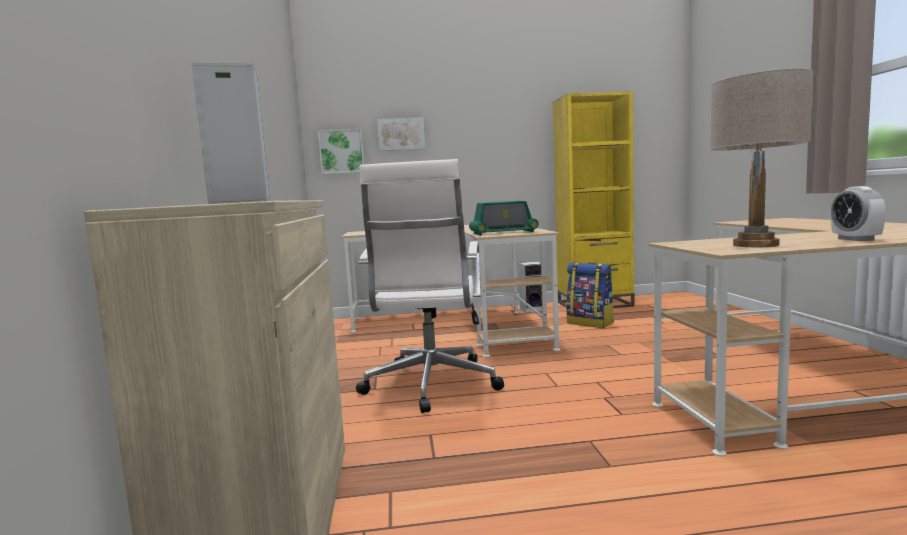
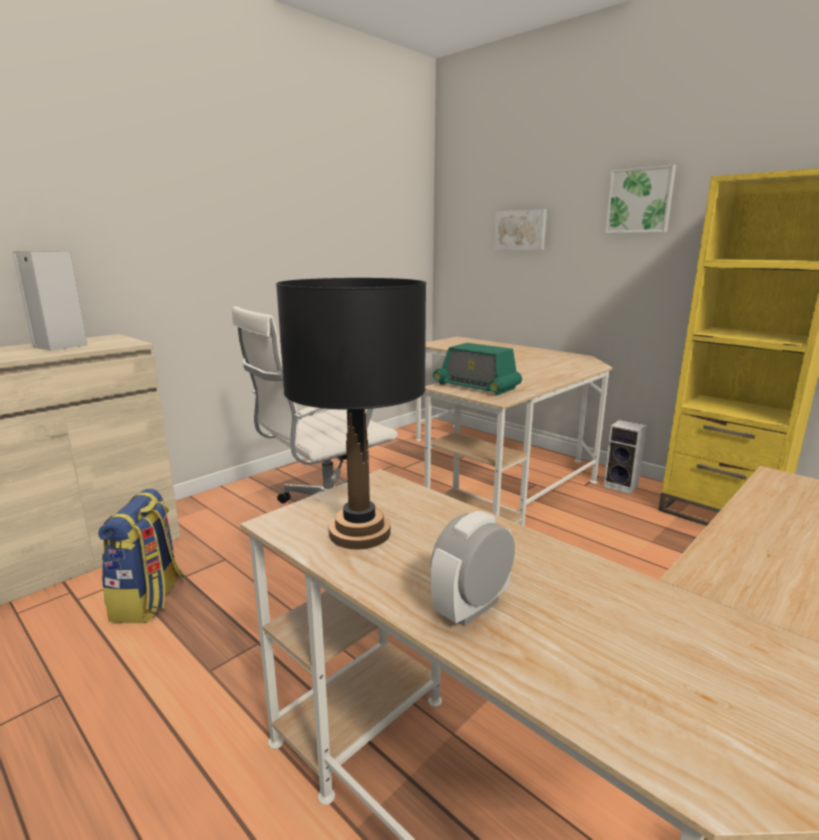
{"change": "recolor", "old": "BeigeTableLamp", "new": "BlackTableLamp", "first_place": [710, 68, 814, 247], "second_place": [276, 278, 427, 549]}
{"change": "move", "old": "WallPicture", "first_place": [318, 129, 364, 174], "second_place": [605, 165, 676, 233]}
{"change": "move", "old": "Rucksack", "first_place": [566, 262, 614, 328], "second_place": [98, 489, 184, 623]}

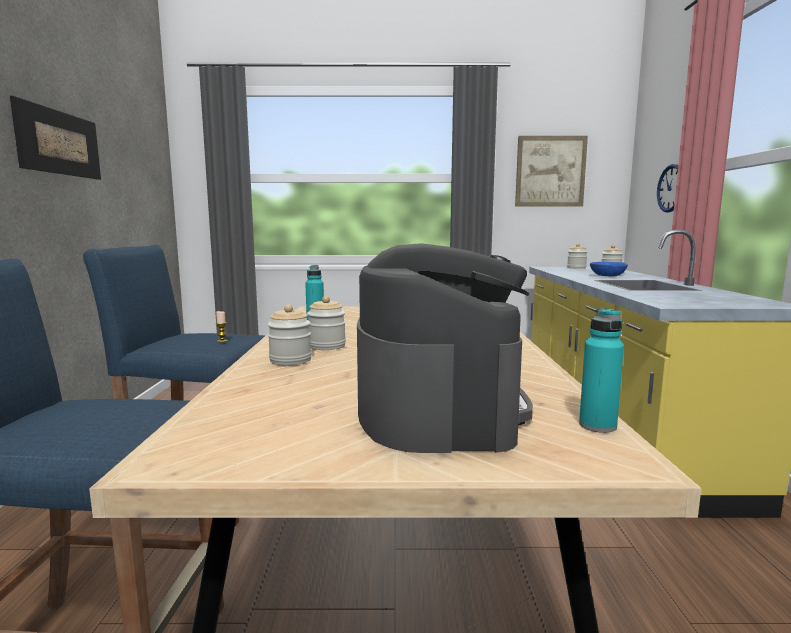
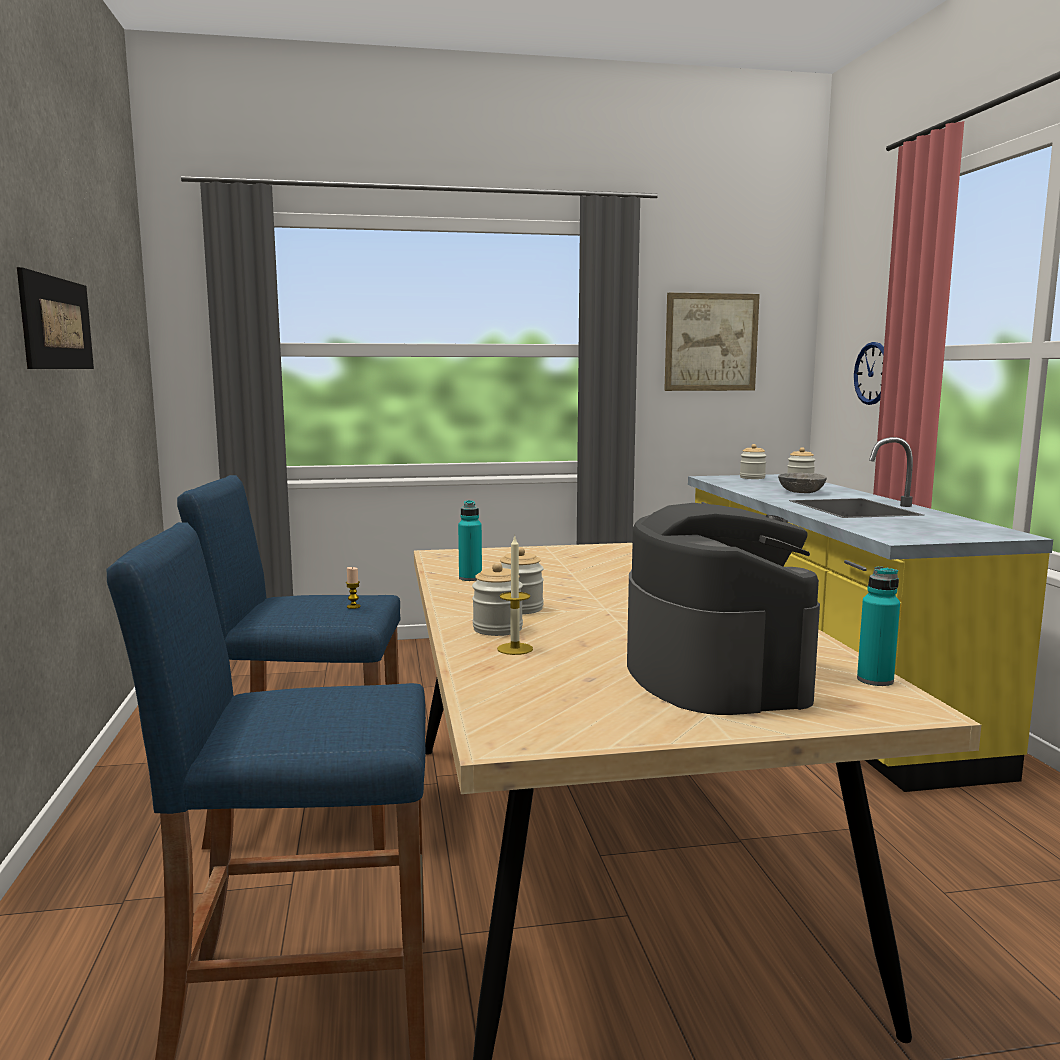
{"change": "recolor", "old": "BluishDeepDish", "new": "GreyishDeepDish", "first_place": [590, 262, 628, 277], "second_place": [778, 473, 827, 493]}
{"change": "insert", "new": "WaxLight", "second_place": [497, 537, 533, 655]}

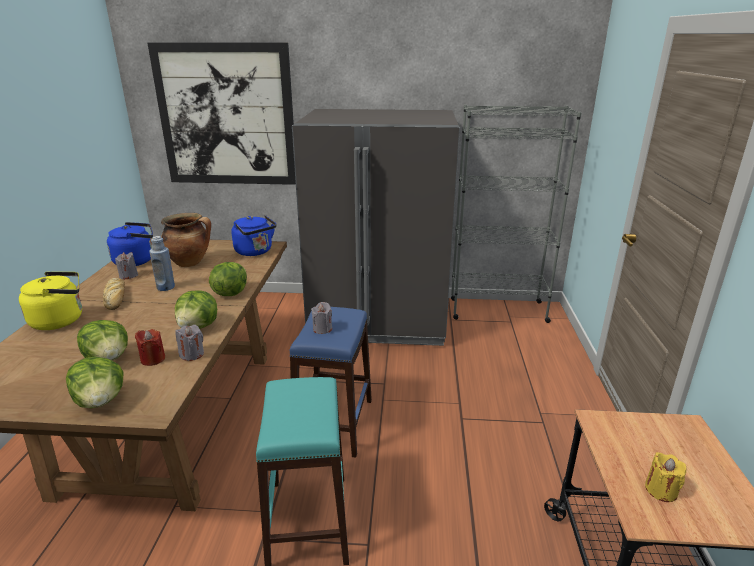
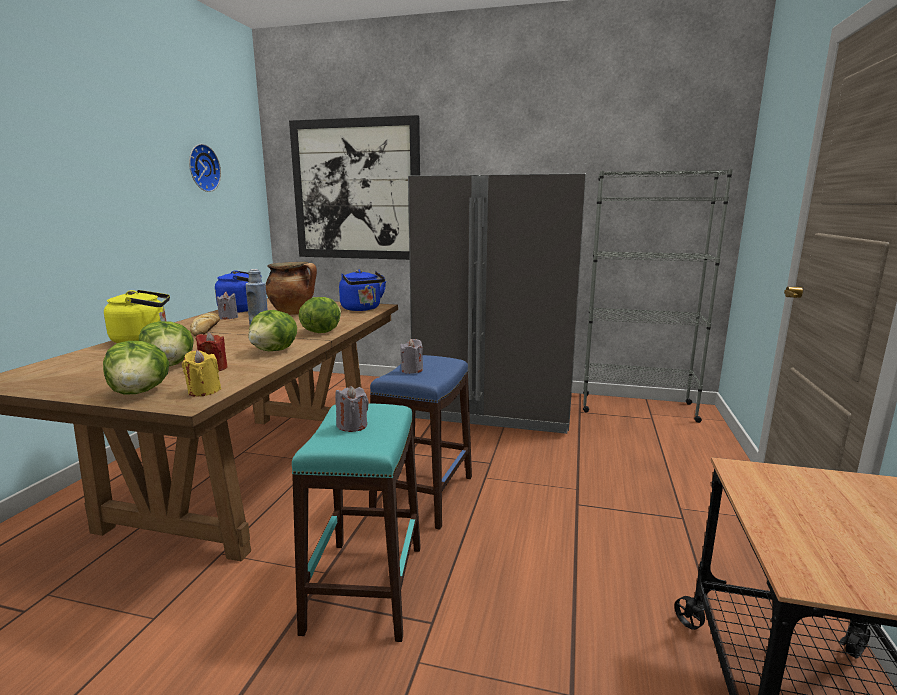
{"change": "move", "old": "GreyishWaxLight", "first_place": [175, 325, 204, 361], "second_place": [335, 386, 369, 432]}
{"change": "move", "old": "YellowWaxLight", "first_place": [645, 452, 686, 502], "second_place": [182, 350, 221, 396]}
{"change": "insert", "new": "WallClock", "second_place": [189, 144, 221, 192]}

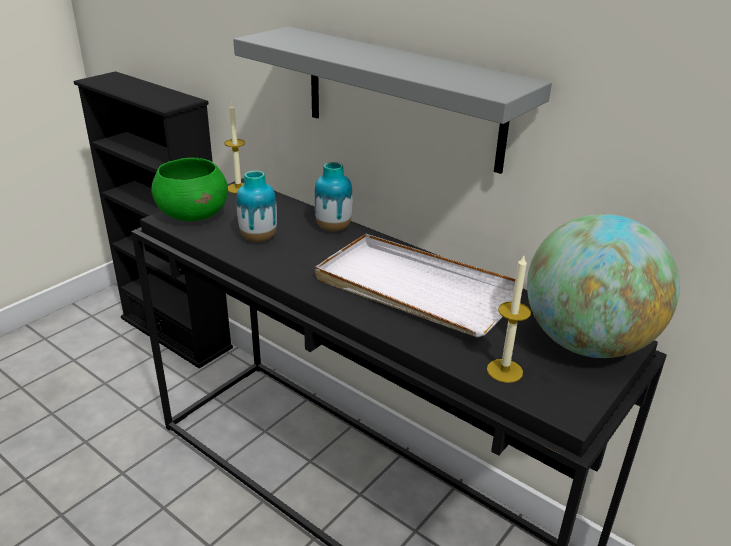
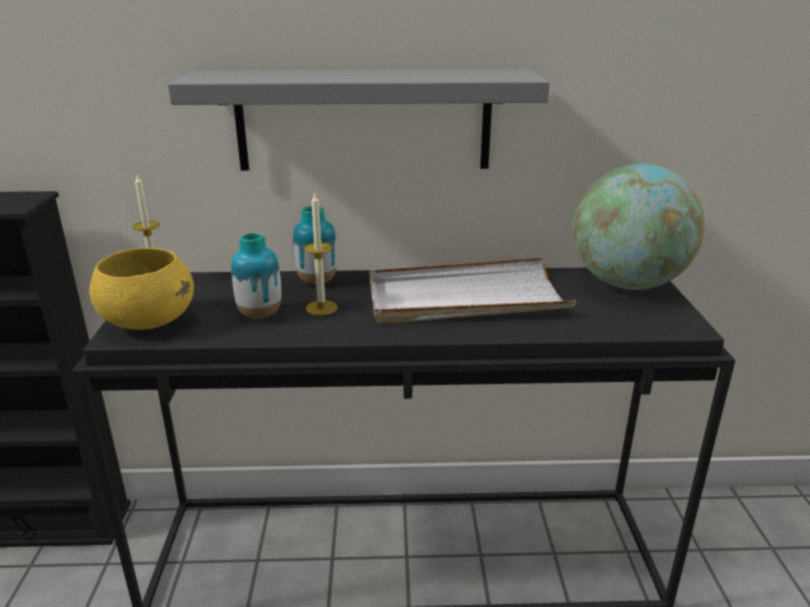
{"change": "recolor", "old": "GreenColouredDeepDish", "new": "YellowDeepDish", "first_place": [151, 158, 228, 221], "second_place": [89, 248, 194, 330]}
{"change": "move", "old": "WaxLight", "first_place": [487, 255, 531, 383], "second_place": [304, 192, 338, 316]}

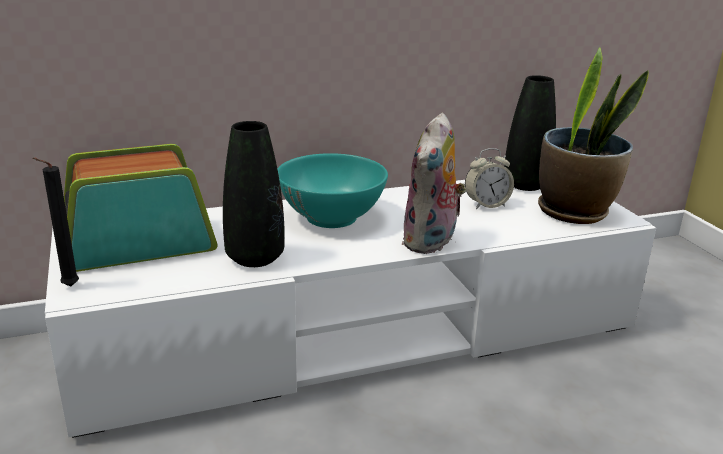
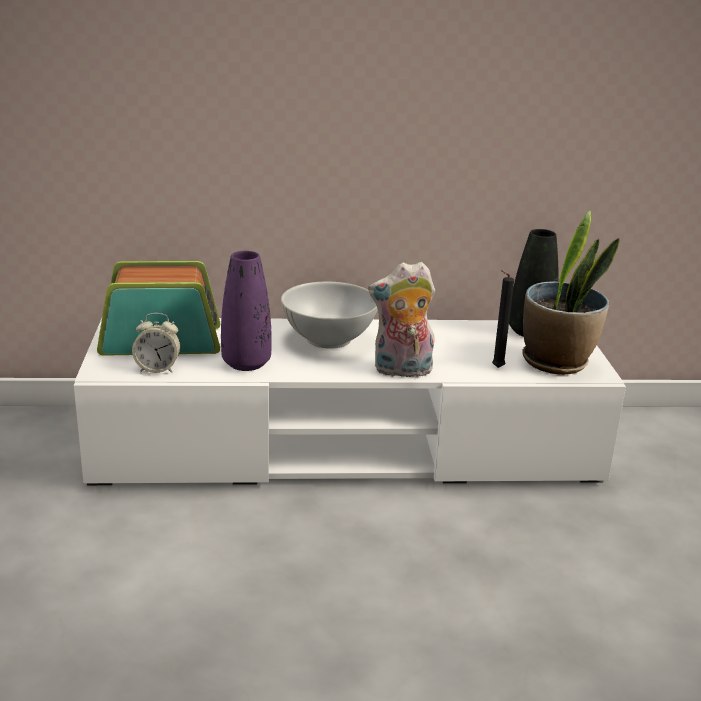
{"change": "rotate", "old": "SoftToy", "first_place": [402, 113, 466, 254], "second_place": [368, 262, 435, 377], "degrees": 45}
{"change": "recolor", "old": "BlackFlowerVase", "new": "PurpleColouredFlowerVase", "first_place": [223, 121, 285, 267], "second_place": [221, 251, 272, 371]}
{"change": "move", "old": "BedsideClock", "first_place": [465, 148, 514, 209], "second_place": [132, 313, 180, 373]}
{"change": "recolor", "old": "BlueGreenDeepDish", "new": "WhiteColouredDeepDish", "first_place": [278, 153, 388, 228], "second_place": [281, 282, 378, 349]}
{"change": "move", "old": "BlackWaxLight", "first_place": [32, 158, 79, 286], "second_place": [492, 270, 514, 368]}

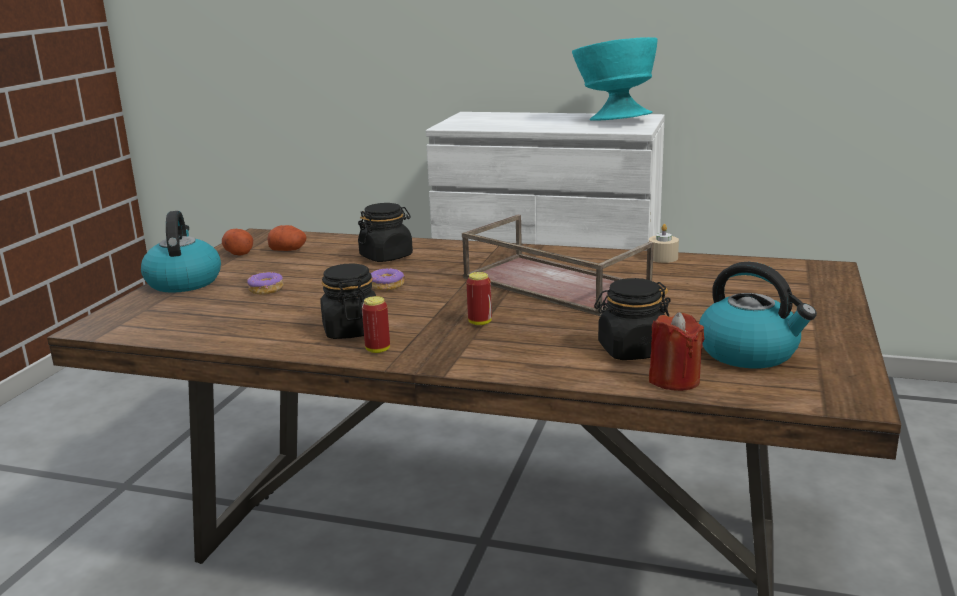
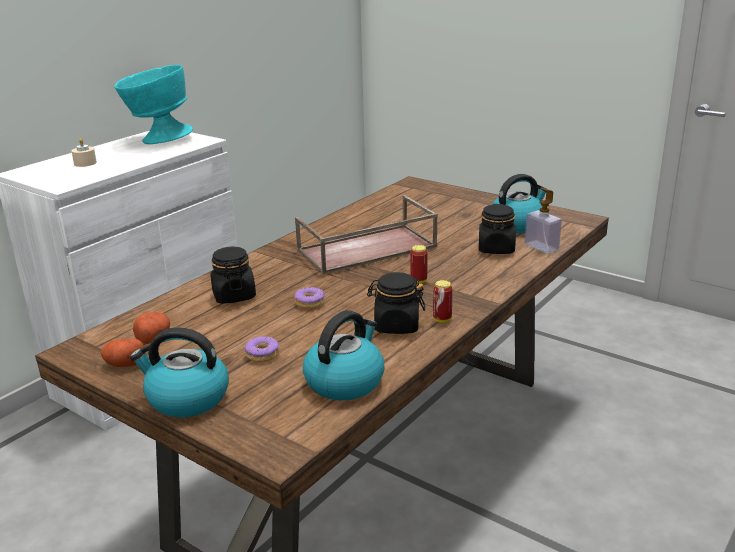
{"change": "move", "old": "BeigeWaxLight", "first_place": [649, 224, 679, 263], "second_place": [71, 138, 97, 167]}
{"change": "replace", "old": "RedColouredWaxLight", "new": "SoapBottle", "first_place": [649, 312, 705, 391], "second_place": [525, 188, 562, 254]}
{"change": "insert", "new": "TeaKettle", "second_place": [303, 310, 385, 400]}

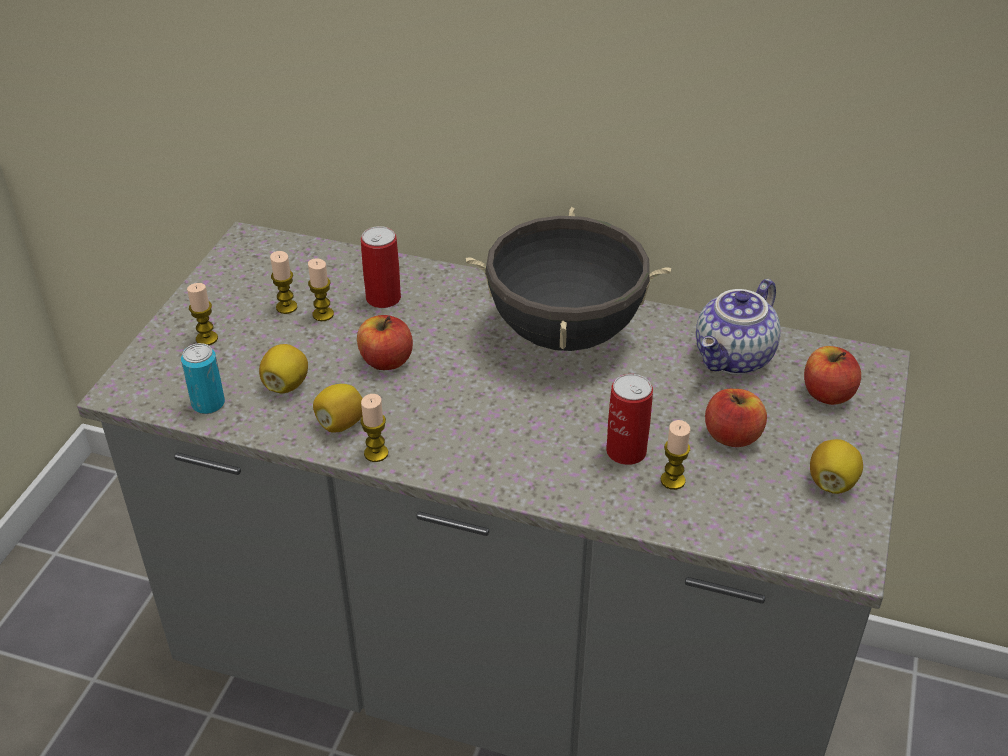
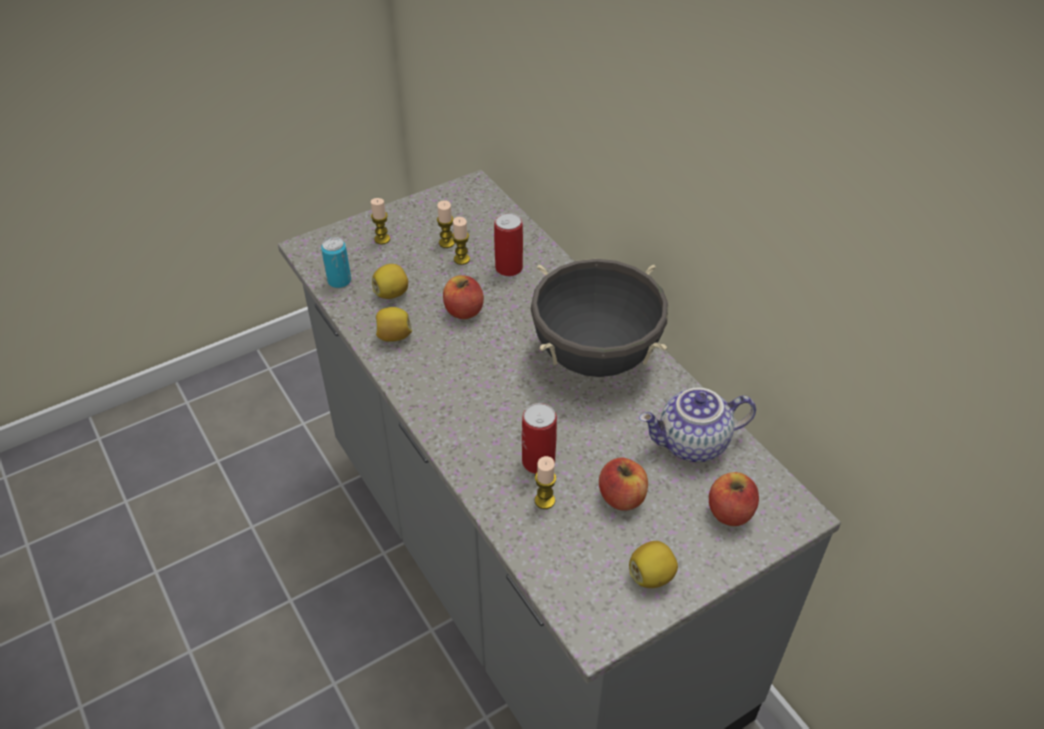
{"change": "delete", "old": "WaxLight", "first_place": [360, 394, 388, 462]}

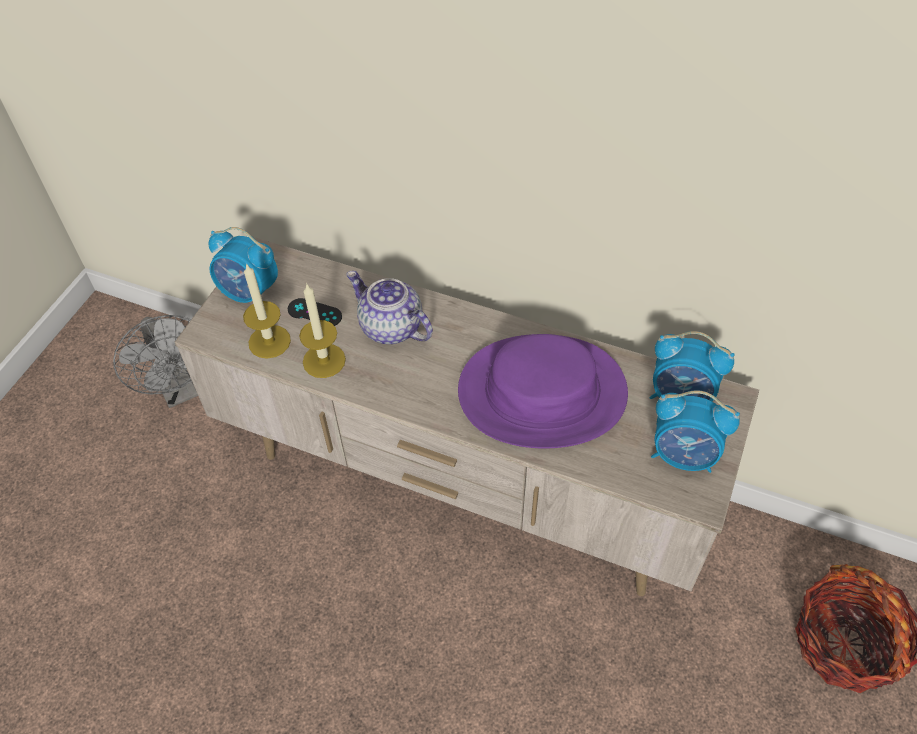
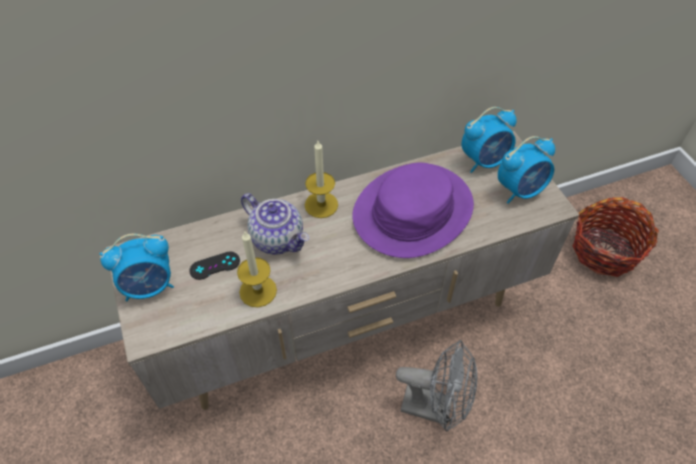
{"change": "move", "old": "WaxLight", "first_place": [243, 263, 291, 359], "second_place": [305, 141, 338, 218]}
{"change": "rotate", "old": "Teapot", "first_place": [347, 271, 433, 344], "second_place": [241, 193, 309, 255], "degrees": -135}
{"change": "move", "old": "GreyishFan", "first_place": [113, 315, 198, 408], "second_place": [396, 340, 477, 432]}

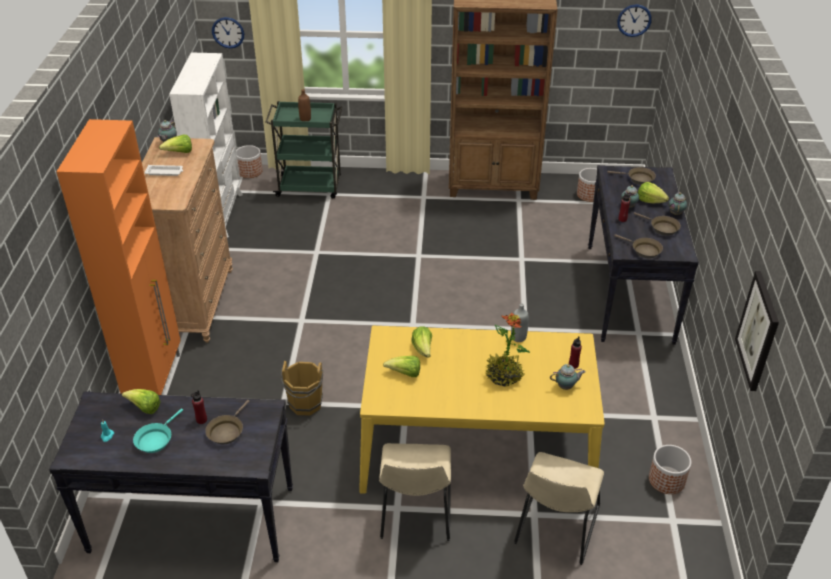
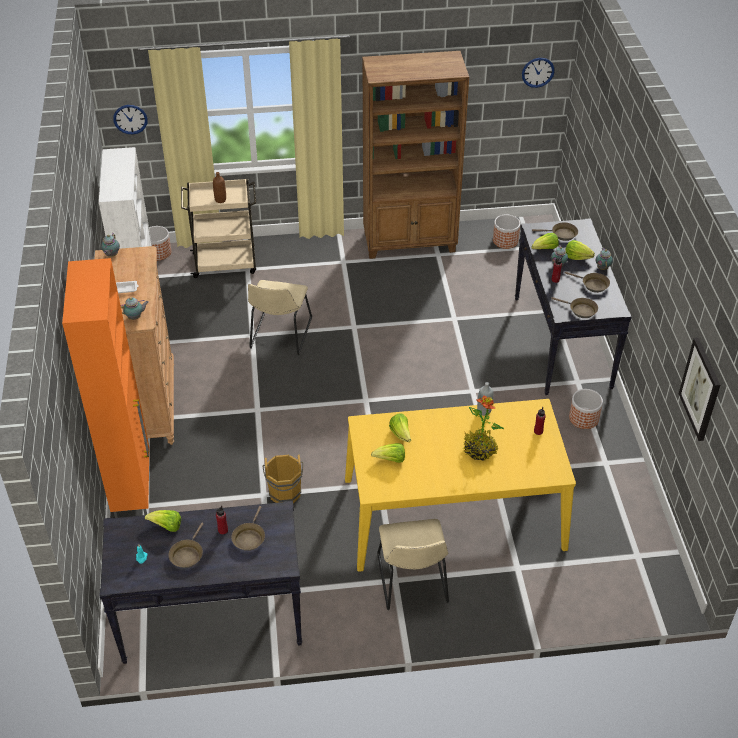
{"change": "recolor", "old": "GreenColouredTrolley", "new": "BeigeTrolley", "first_place": [266, 101, 342, 198], "second_place": [181, 179, 256, 278]}
{"change": "move", "old": "Lettuce", "first_place": [159, 135, 192, 153], "second_place": [531, 233, 559, 249]}
{"change": "move", "old": "Teapot", "first_place": [550, 364, 586, 390], "second_place": [121, 297, 149, 320]}
{"change": "recolor", "old": "BlueGreenSkillet", "new": "BrownSkillet", "first_place": [133, 408, 183, 453], "second_place": [169, 523, 204, 568]}
{"change": "move", "old": "Planter", "first_place": [649, 445, 691, 494], "second_place": [569, 389, 603, 429]}
{"change": "move", "old": "BeigePlainChair", "first_place": [514, 452, 604, 565], "second_place": [248, 280, 312, 355]}

